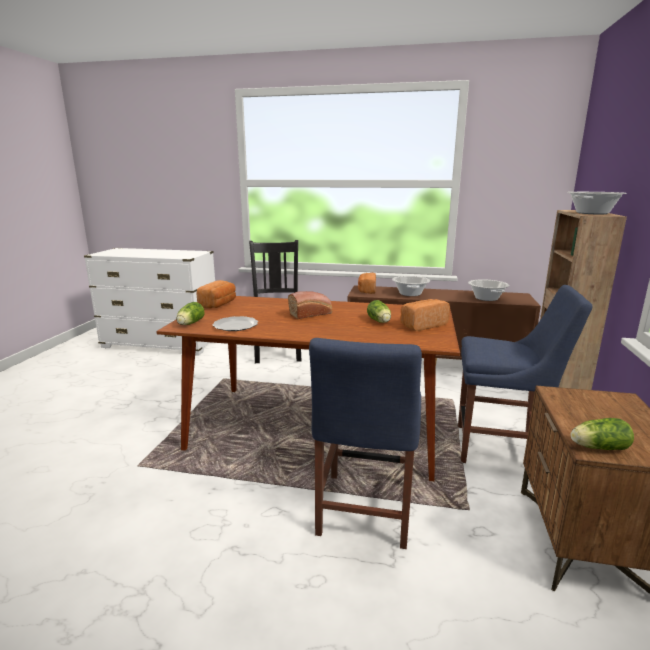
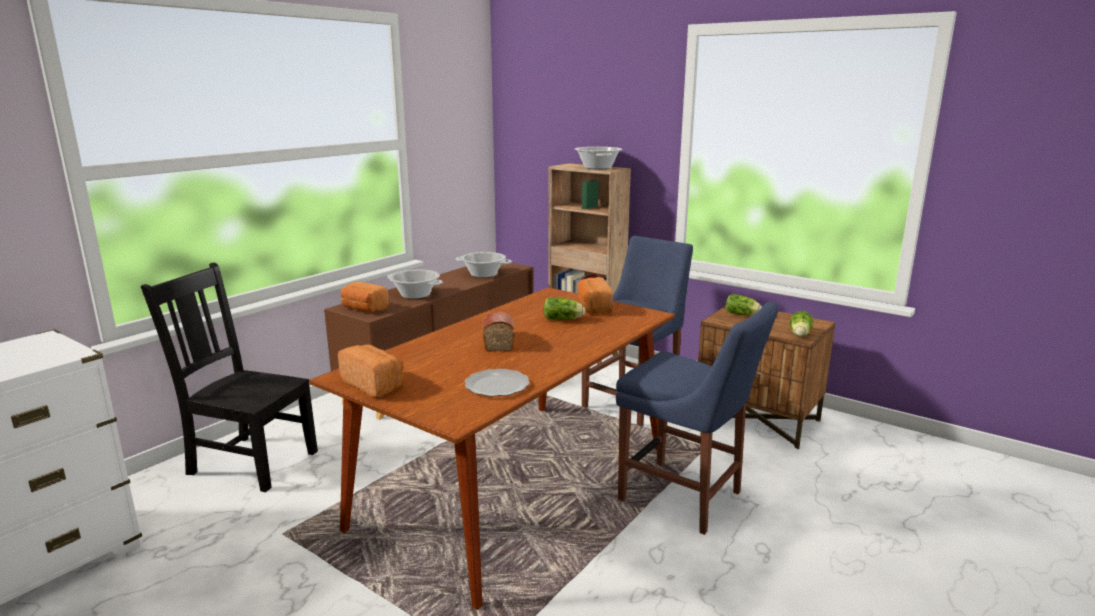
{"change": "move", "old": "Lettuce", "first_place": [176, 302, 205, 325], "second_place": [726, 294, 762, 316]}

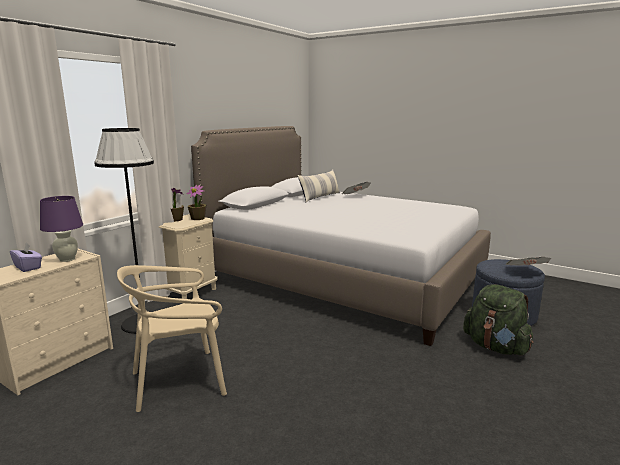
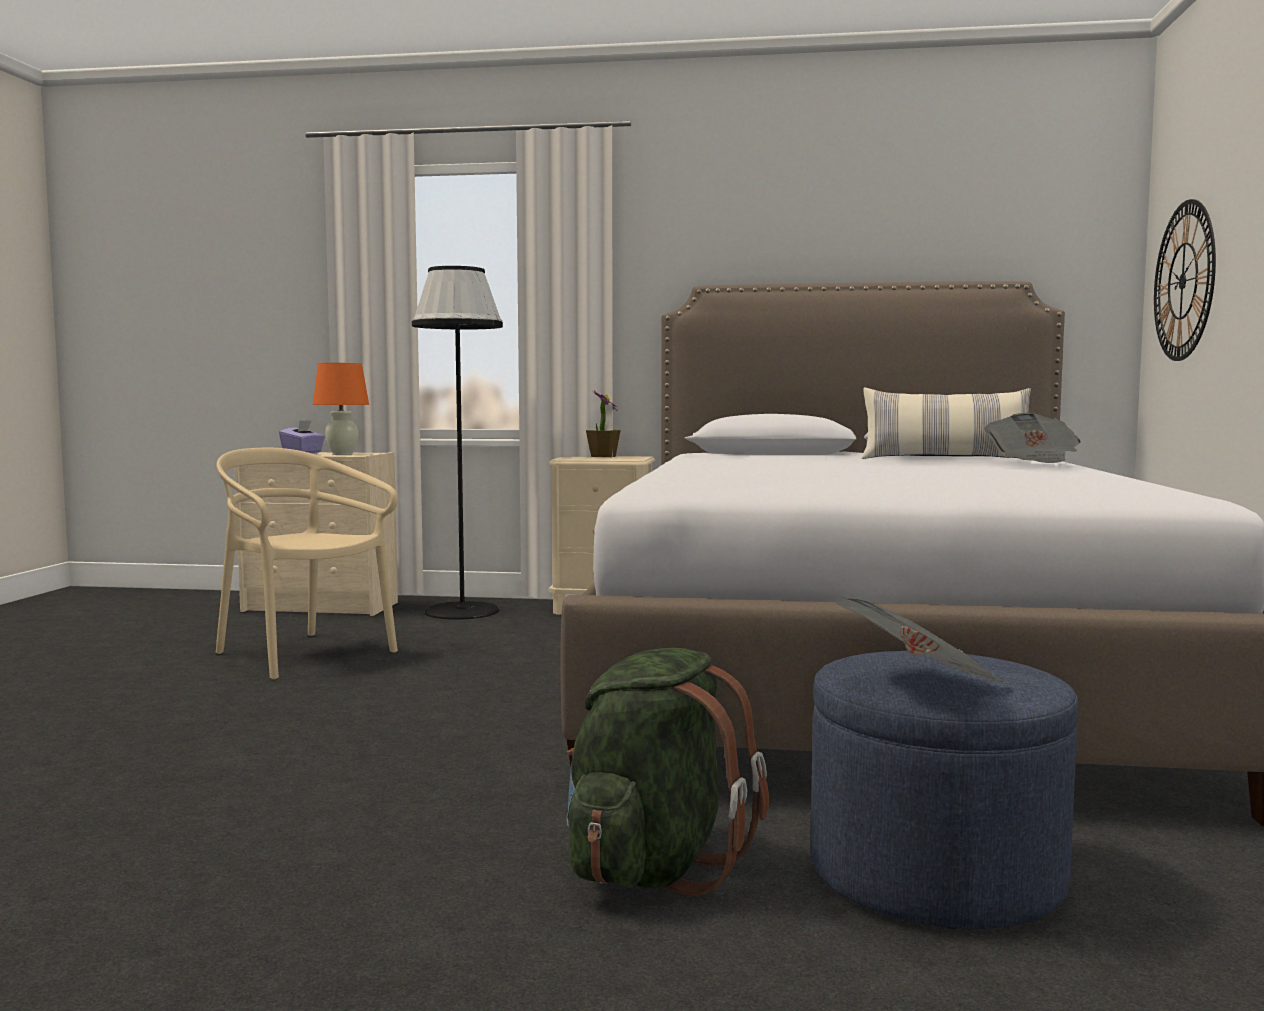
{"change": "delete", "old": "PlantInAPot", "first_place": [187, 185, 206, 220]}
{"change": "recolor", "old": "PurpleColouredTableLamp", "new": "OrangeTableLamp", "first_place": [40, 196, 83, 262], "second_place": [313, 363, 369, 455]}
{"change": "insert", "new": "WallClock", "second_place": [1154, 199, 1216, 361]}

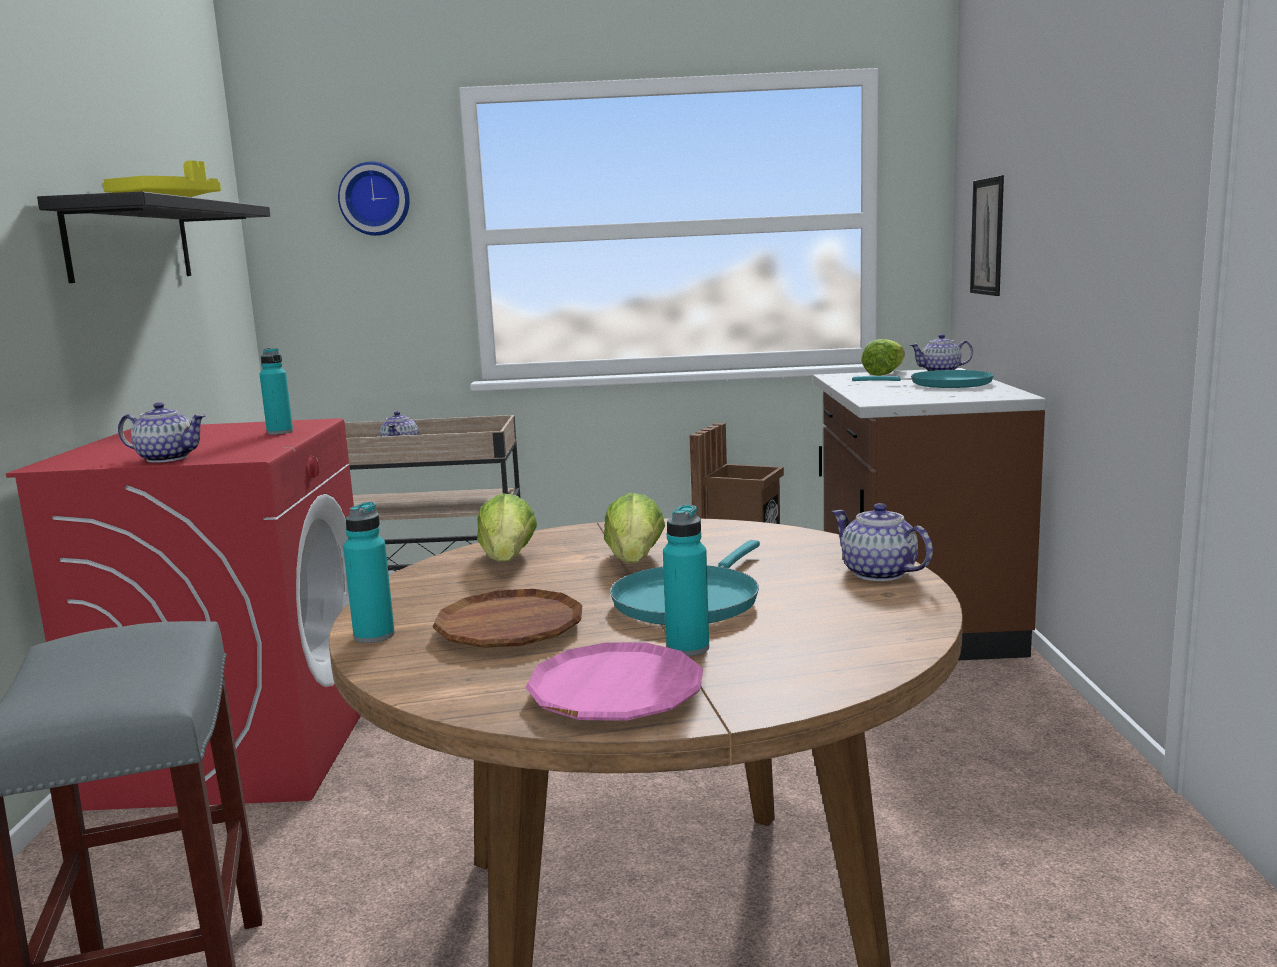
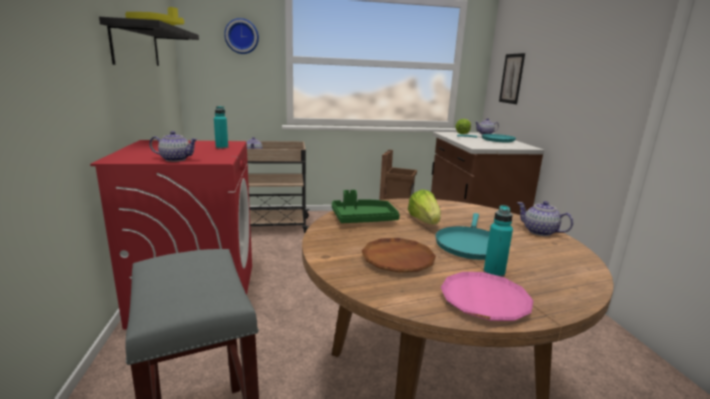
{"change": "replace", "old": "Lettuce", "new": "GreenColouredCarryingTray", "first_place": [477, 493, 537, 562], "second_place": [332, 190, 400, 223]}
{"change": "delete", "old": "BlueGreenBottle", "first_place": [343, 502, 395, 643]}

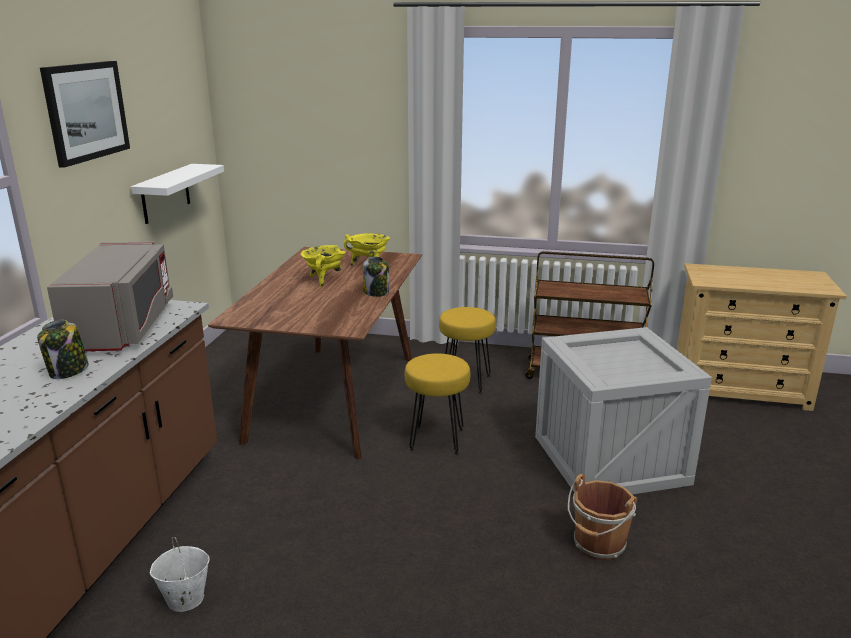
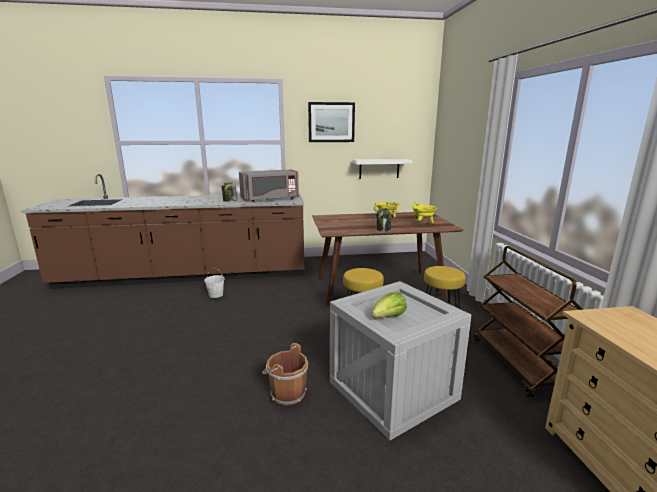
{"change": "insert", "new": "Lettuce", "second_place": [372, 292, 407, 318]}

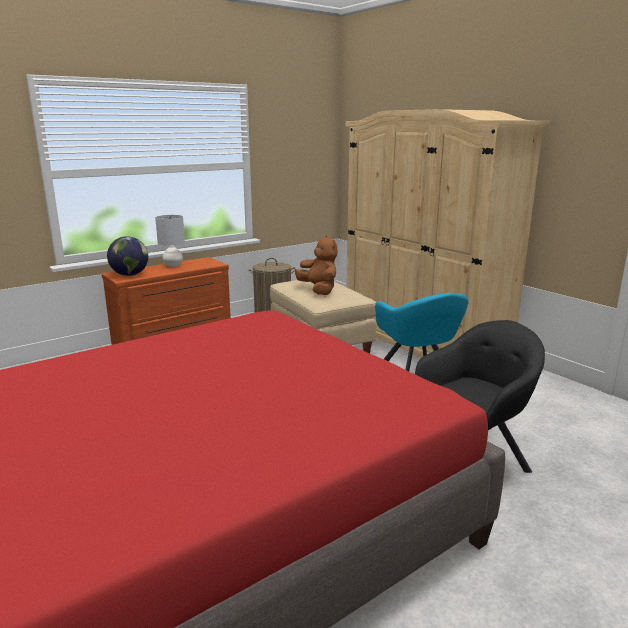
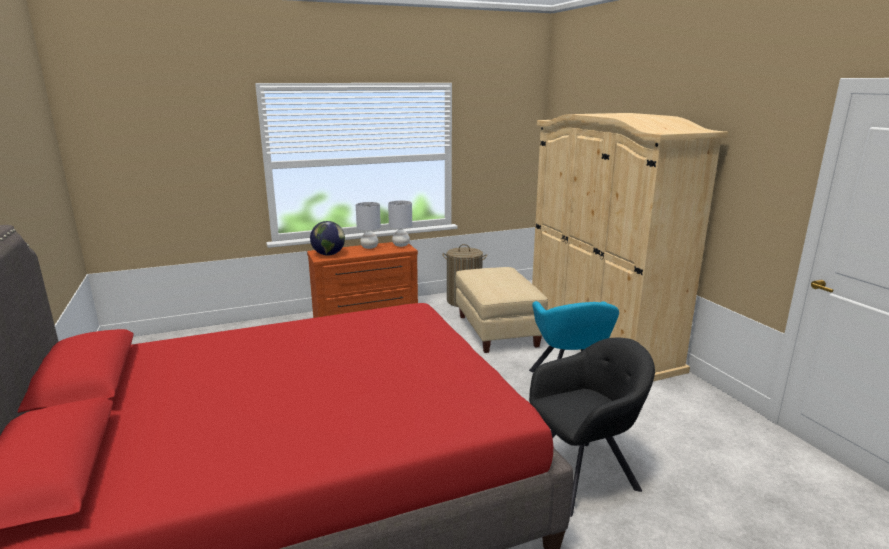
{"change": "delete", "old": "BrownSoftToy", "first_place": [295, 235, 338, 295]}
{"change": "insert", "new": "GreyishTableLamp", "second_place": [388, 200, 412, 247]}

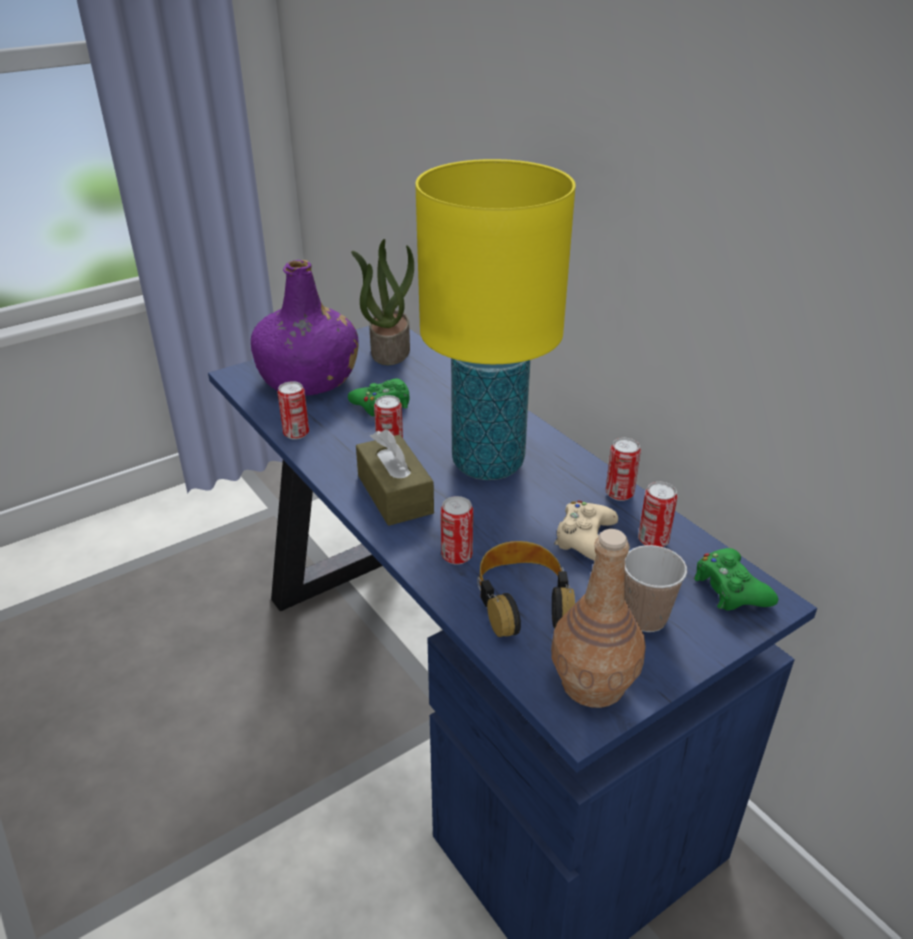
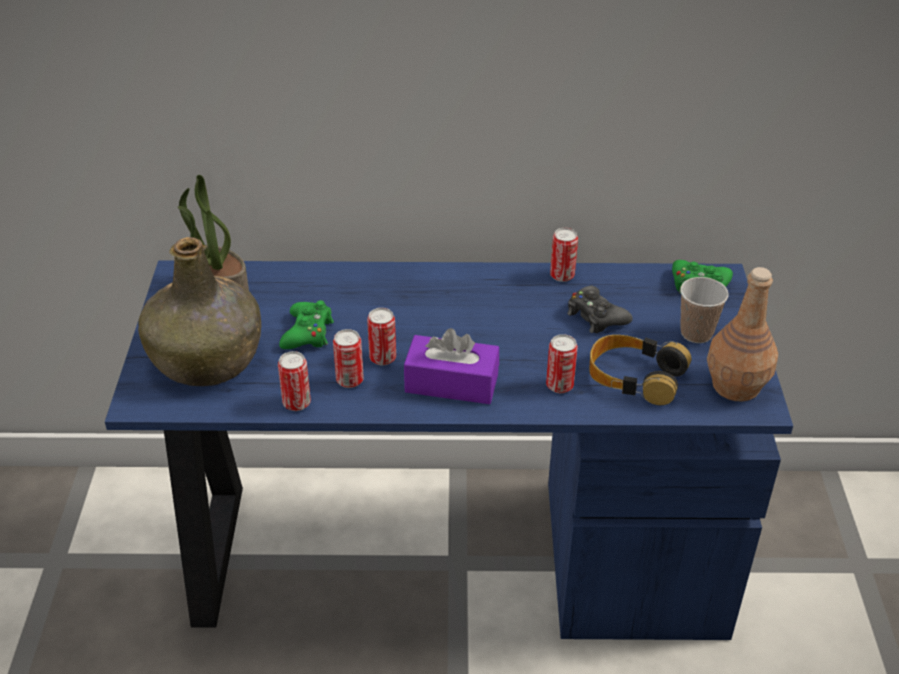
{"change": "delete", "old": "YellowTableLamp", "first_place": [415, 159, 576, 480]}
{"change": "recolor", "old": "PurpleColouredBottle", "new": "GreenColouredBottle", "first_place": [251, 260, 359, 396], "second_place": [138, 237, 261, 386]}
{"change": "recolor", "old": "BrownTissueBox", "new": "PurpleColouredTissueBox", "first_place": [356, 429, 434, 526], "second_place": [404, 328, 499, 404]}
{"change": "move", "old": "SealedCan", "first_place": [638, 482, 678, 547], "second_place": [333, 329, 364, 388]}
{"change": "recolor", "old": "BeigeGamepad", "new": "BlackGamepad", "first_place": [554, 501, 618, 561], "second_place": [567, 286, 633, 333]}

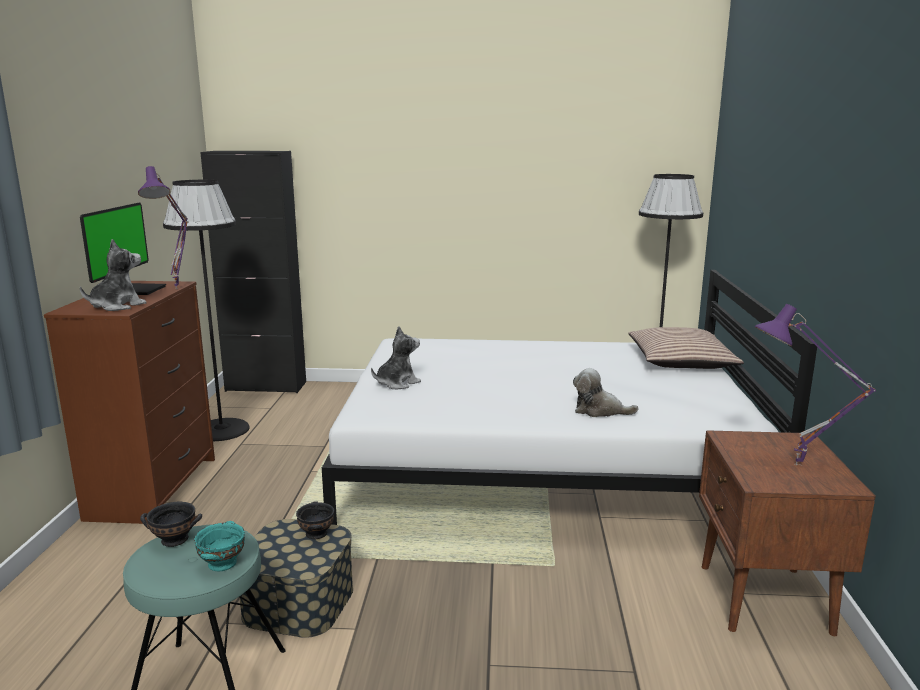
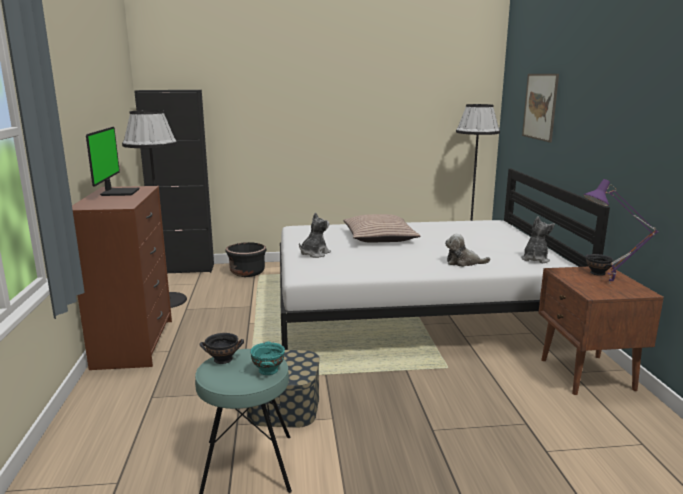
{"change": "delete", "old": "PurpleColouredTableLamp", "first_place": [138, 166, 189, 289]}
{"change": "move", "old": "SoftToy", "first_place": [80, 239, 147, 311], "second_place": [521, 216, 555, 263]}
{"change": "move", "old": "Pillow", "first_place": [628, 327, 744, 369], "second_place": [343, 214, 421, 243]}
{"change": "move", "old": "BlackDeepDish", "first_place": [296, 501, 334, 539], "second_place": [585, 254, 614, 276]}
{"change": "insert", "new": "WallPicture", "second_place": [522, 74, 559, 142]}
{"change": "insert", "new": "BlackPlanter", "second_place": [225, 242, 267, 277]}

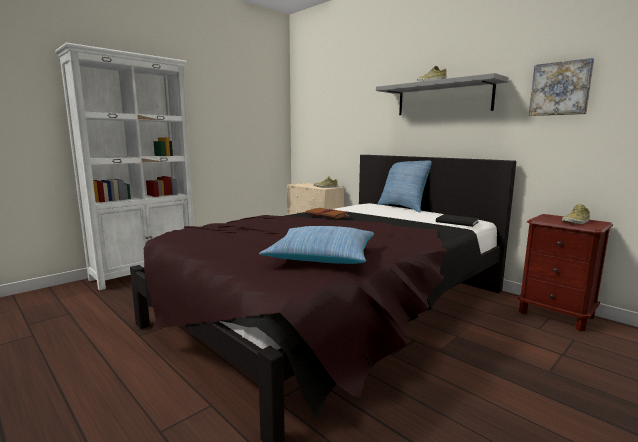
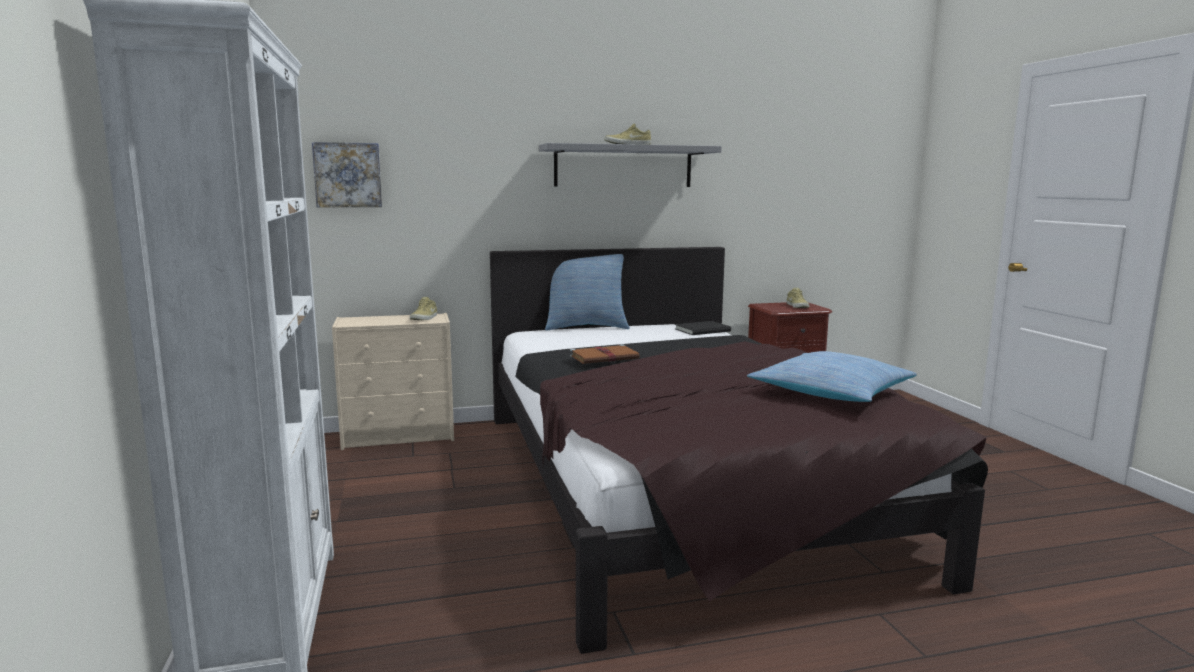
{"change": "move", "old": "WallPicture", "first_place": [529, 58, 594, 116], "second_place": [312, 142, 382, 207]}

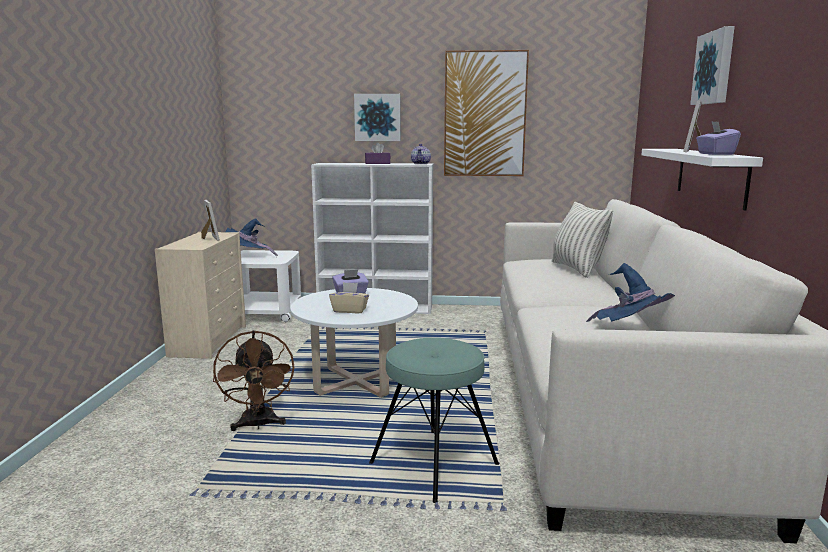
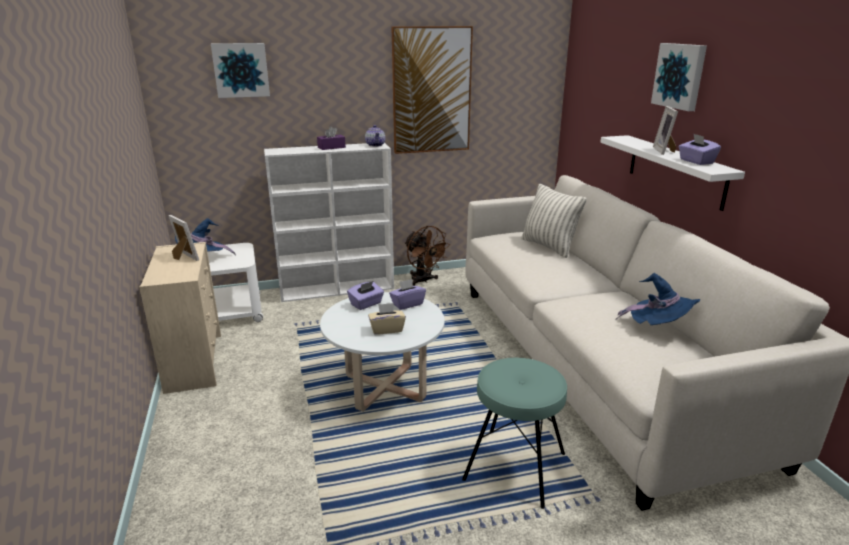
{"change": "move", "old": "WallPicture", "first_place": [354, 94, 401, 141], "second_place": [211, 43, 270, 98]}
{"change": "move", "old": "BrownFan", "first_place": [213, 330, 295, 431], "second_place": [405, 226, 450, 286]}
{"change": "insert", "new": "PurpleColouredTissueBox", "second_place": [389, 279, 426, 310]}

